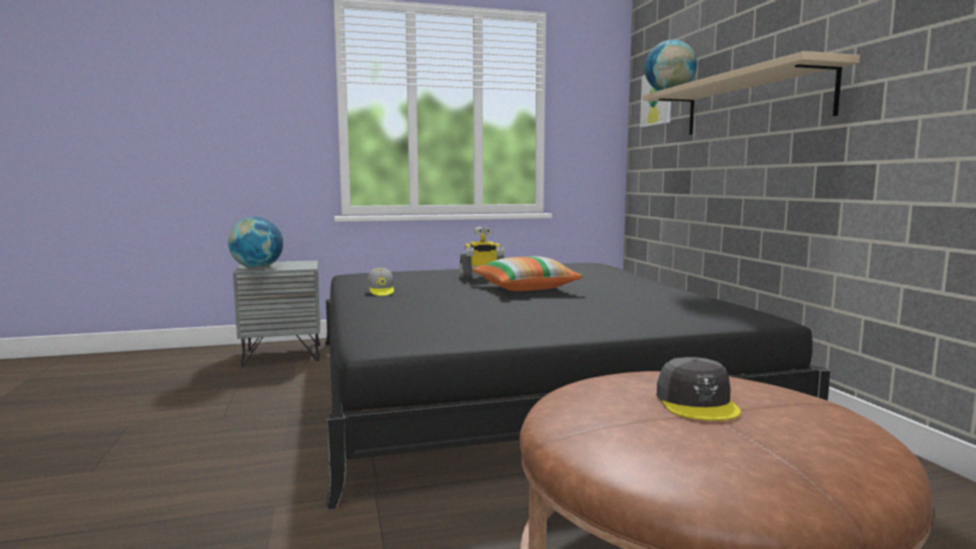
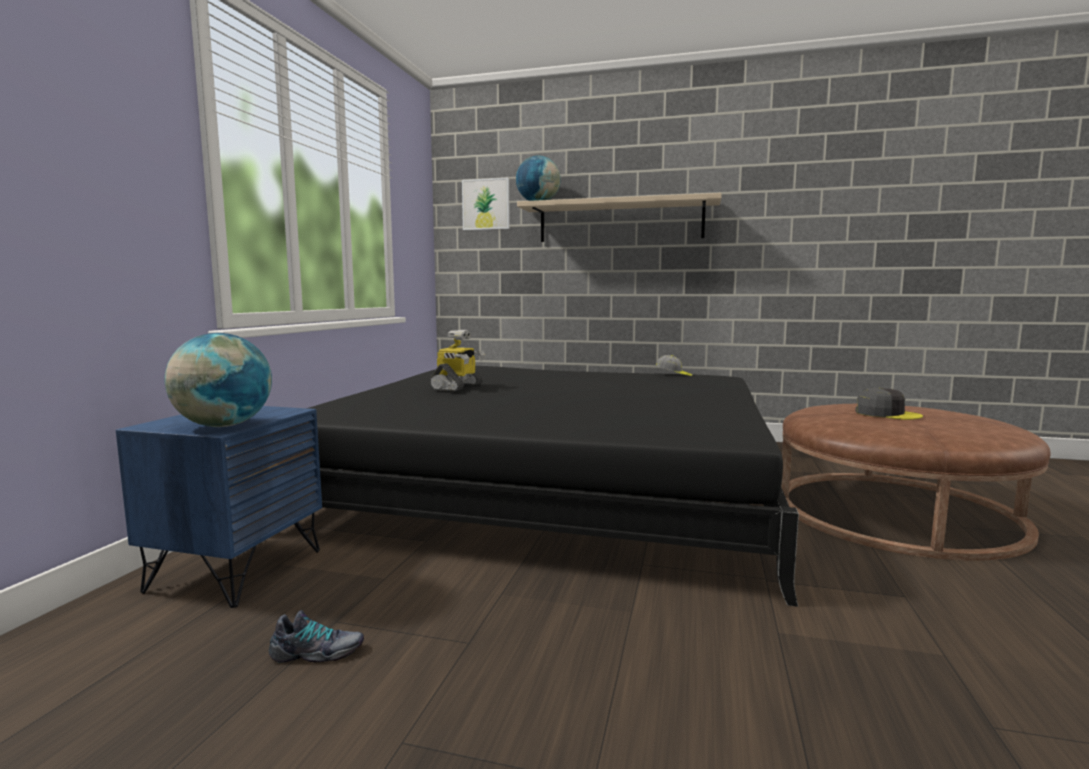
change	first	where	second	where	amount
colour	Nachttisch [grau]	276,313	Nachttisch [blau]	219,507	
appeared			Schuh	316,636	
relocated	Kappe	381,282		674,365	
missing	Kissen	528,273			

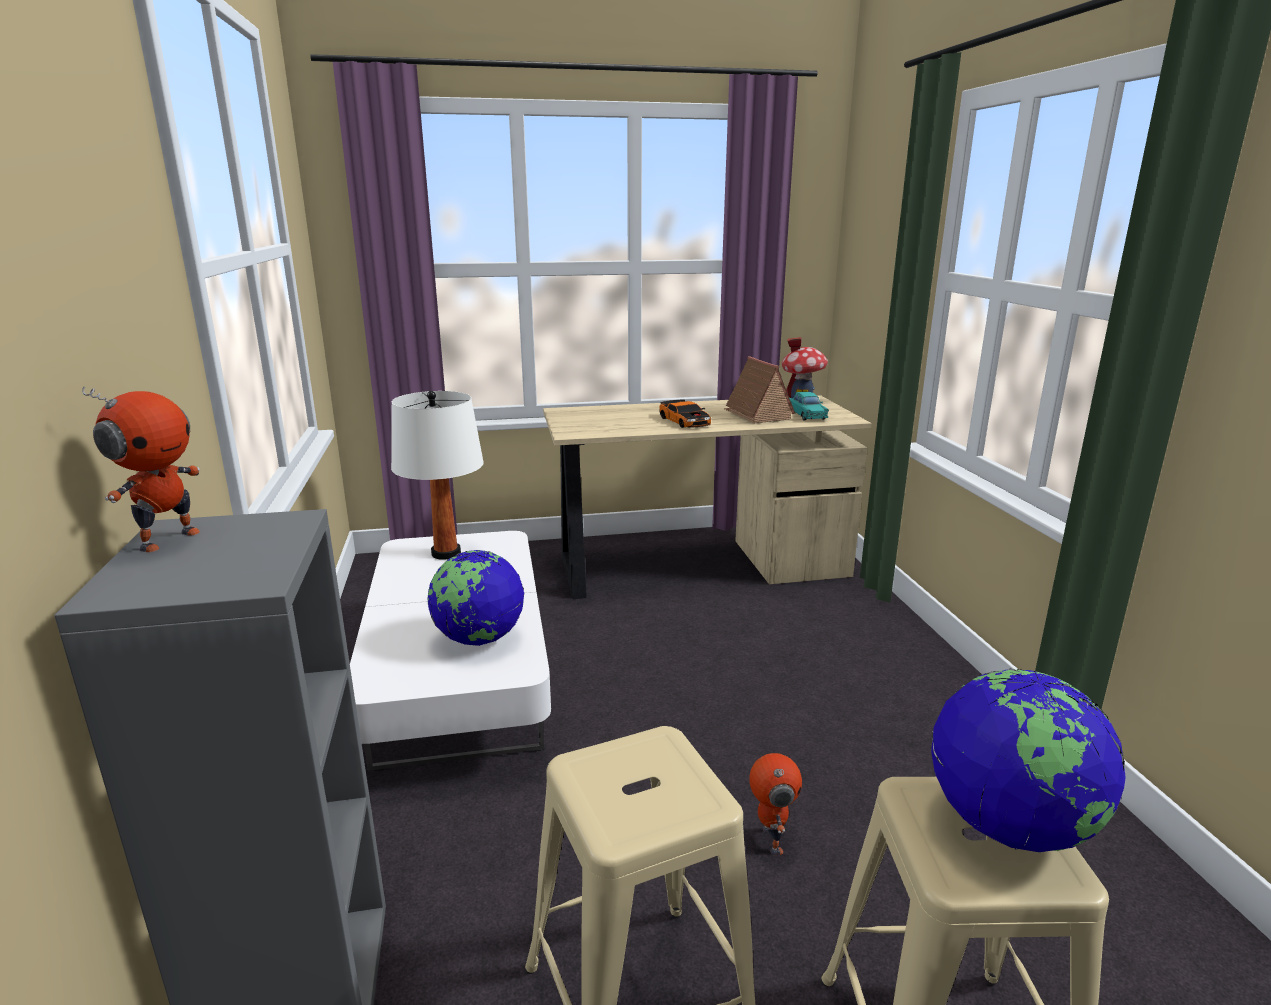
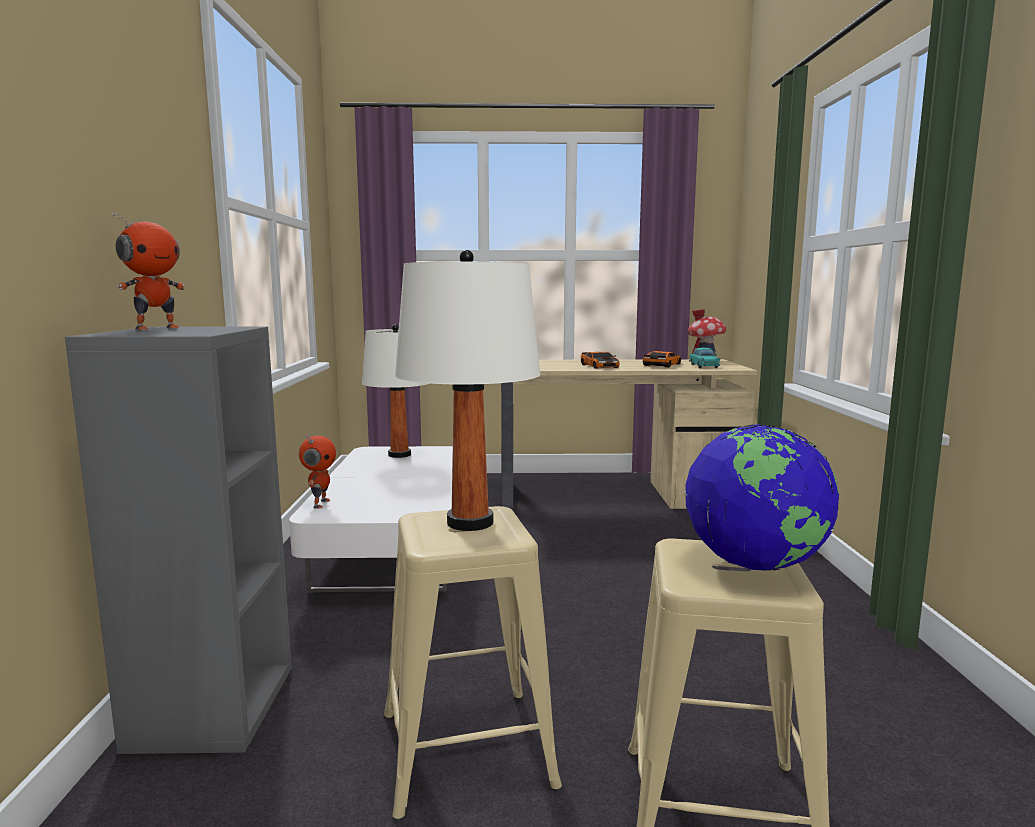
change	first	where	second	where	amount
relocated	Spielzeugroboter	775,804		317,471	
appeared			Tischlampe [weiß]	468,390	
exchanged	Spielzeughaus	759,389	Spielzeugauto	662,359	
missing	Globus	476,598			

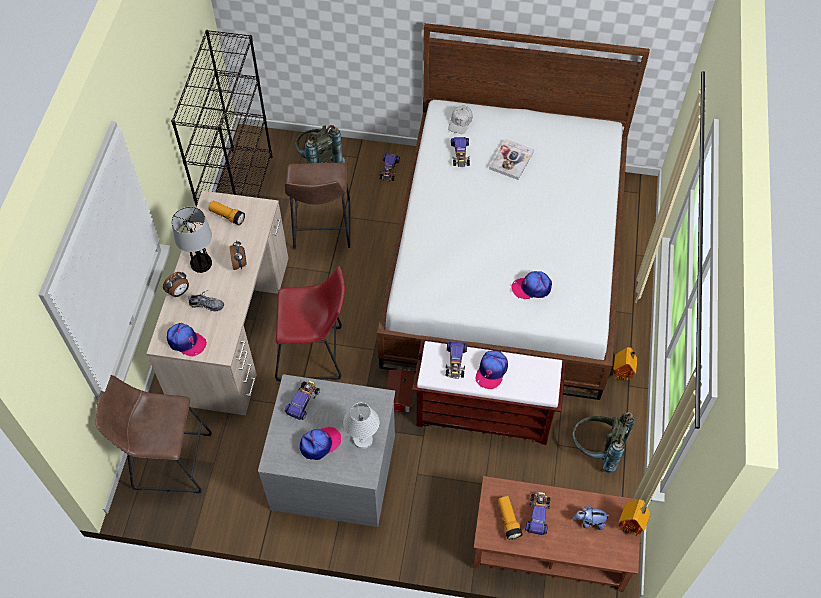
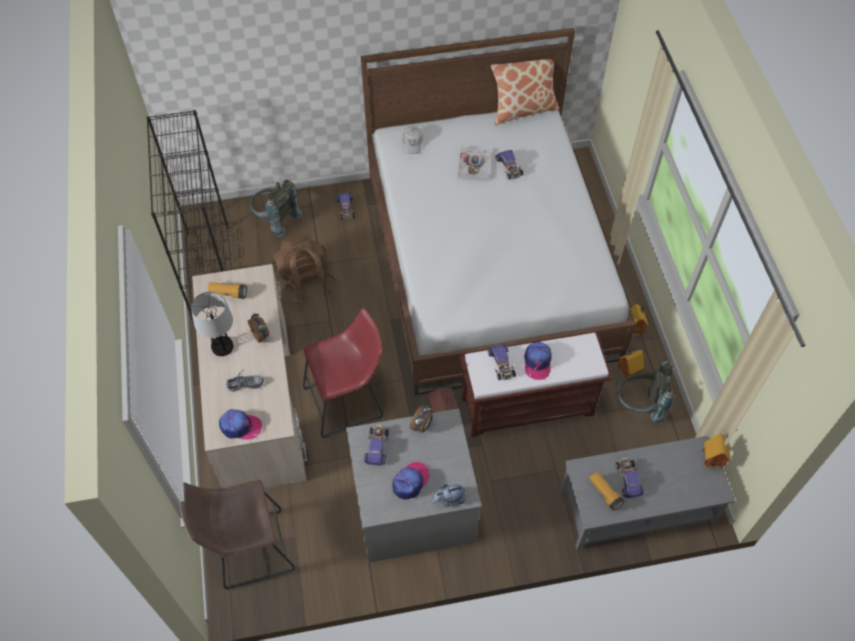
change	first	where	second	where	amount
exchanged	Hocker [braun]	317,206	Rucksack [braun]	304,269	
relocated	Wecker	176,284		421,418	
relocated	Plüschtier	591,518		450,495	
appeared			Kissen	525,92	
relocated	Spielzeugauto	460,152		509,165	
colour	Couchtisch [braun]	556,534	Couchtisch [grau]	647,493	
appeared			Spielzeughaus	630,364	
missing	Tischlampe [weiß]	361,426			
missing	Kappe	531,285			

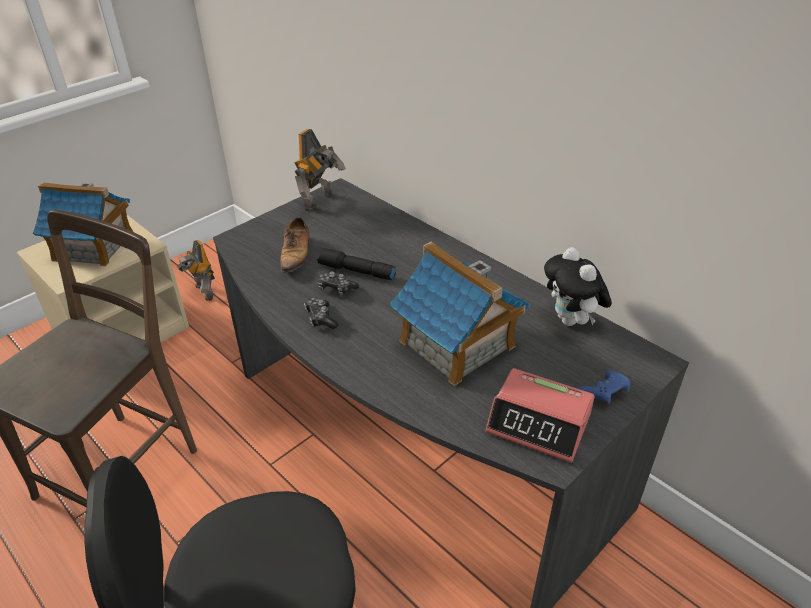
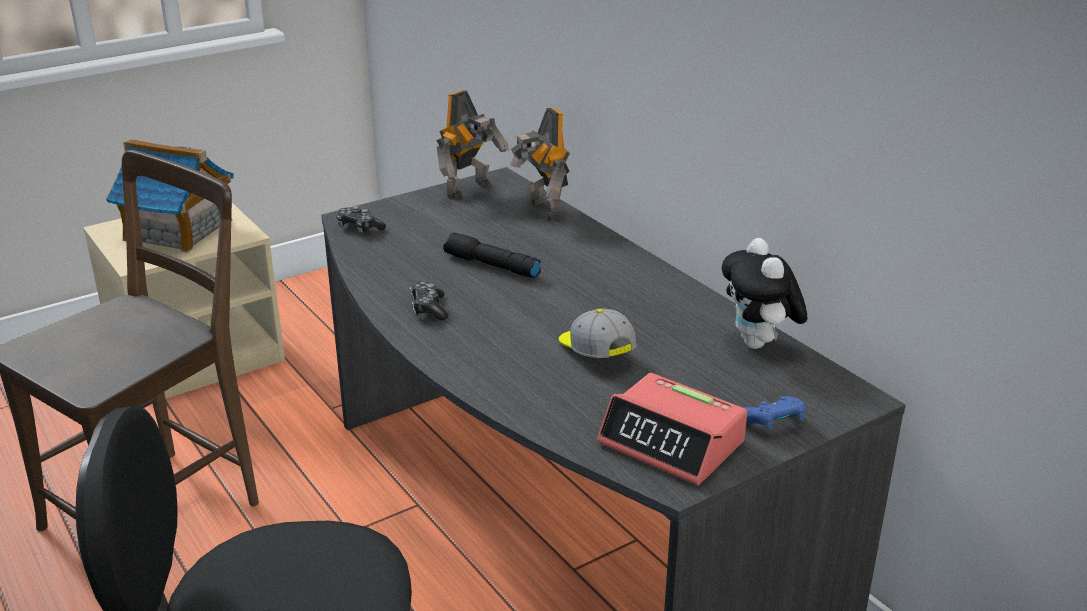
change	first	where	second	where	amount
relocated	Gamepad	338,283		361,219	
relocated	Spielzeugroboter	196,270		540,164	
exchanged	Spielzeughaus	459,314	Kappe	598,333	
missing	Schuh	295,245			

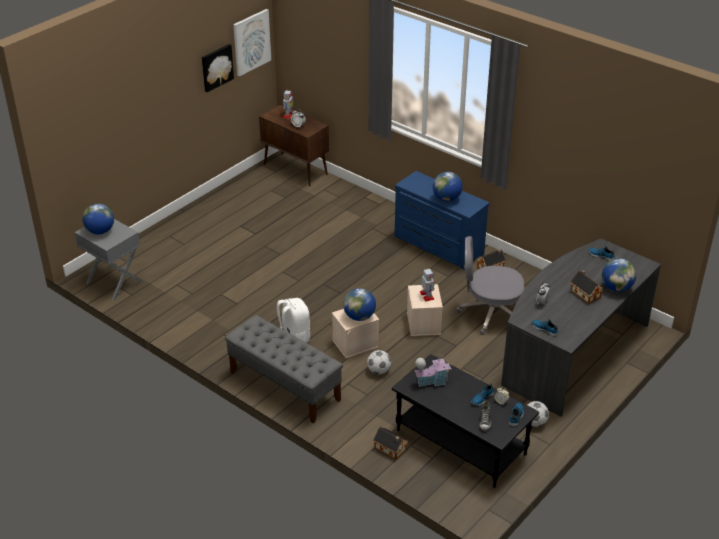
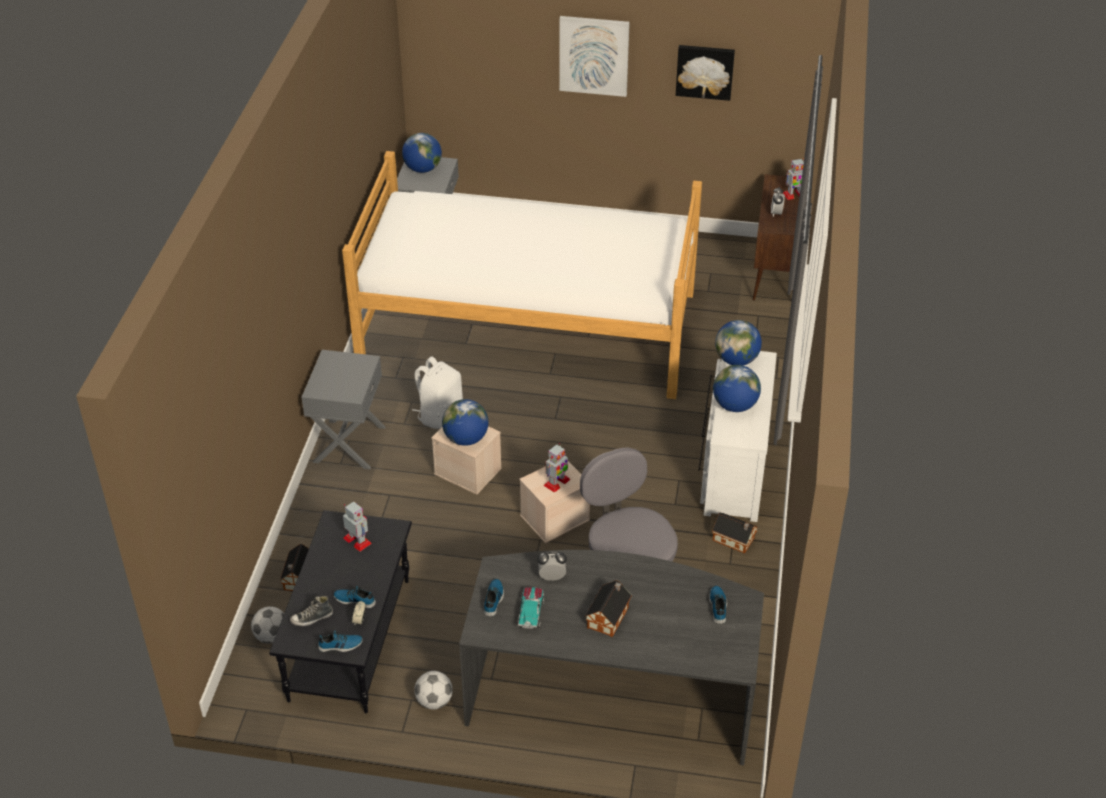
change	first	where	second	where	amount
relocated	Fußball	379,362		267,625	
exchanged	Bank [grau]	284,369	Nachttisch [grau]	343,410	
appeared			Bett	522,275	
exchanged	Spielzeughaus	432,370	Spielzeugroboter	357,526	
appeared			Spielzeugauto	530,608	
relocated	Bild	252,42		594,56	
colour	Kommode [blau]	442,220	Kommode [weiß]	737,436	
relocated	Globus	619,275		738,342	

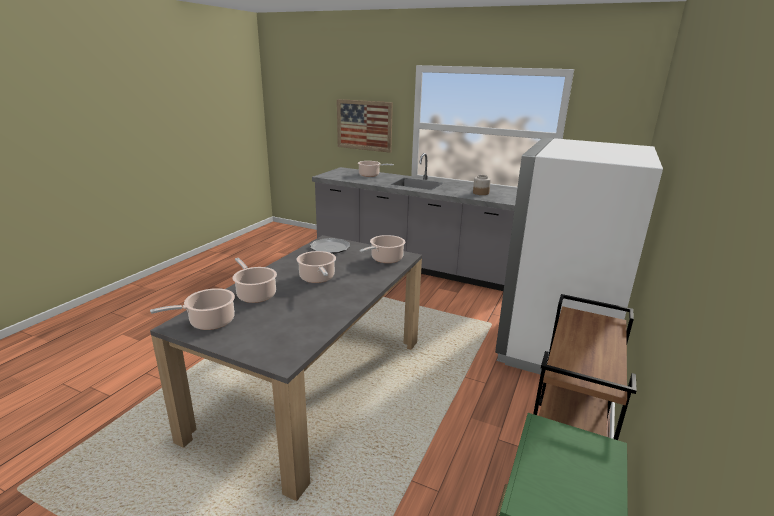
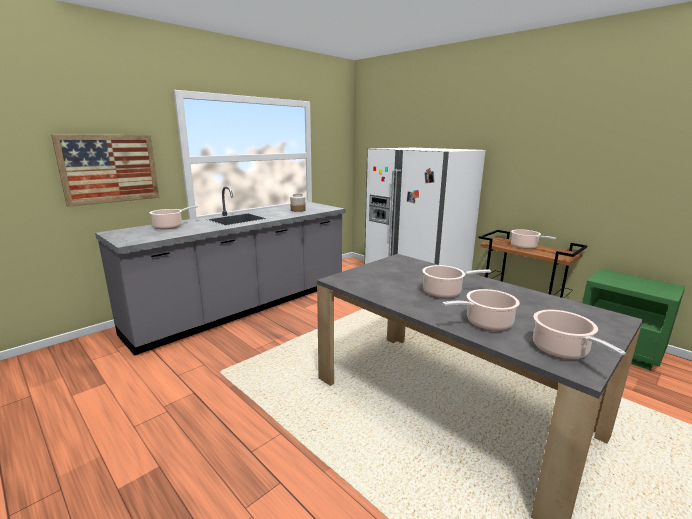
change	first	where	second	where	amount
relocated	Kochtopf	382,249		533,239	
missing	Teller	330,246			

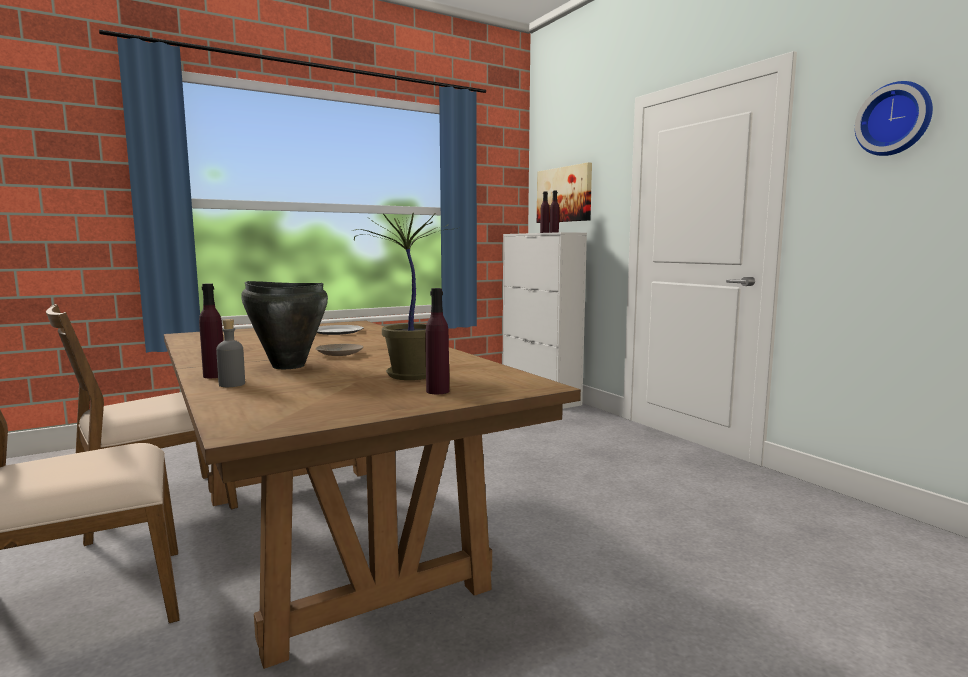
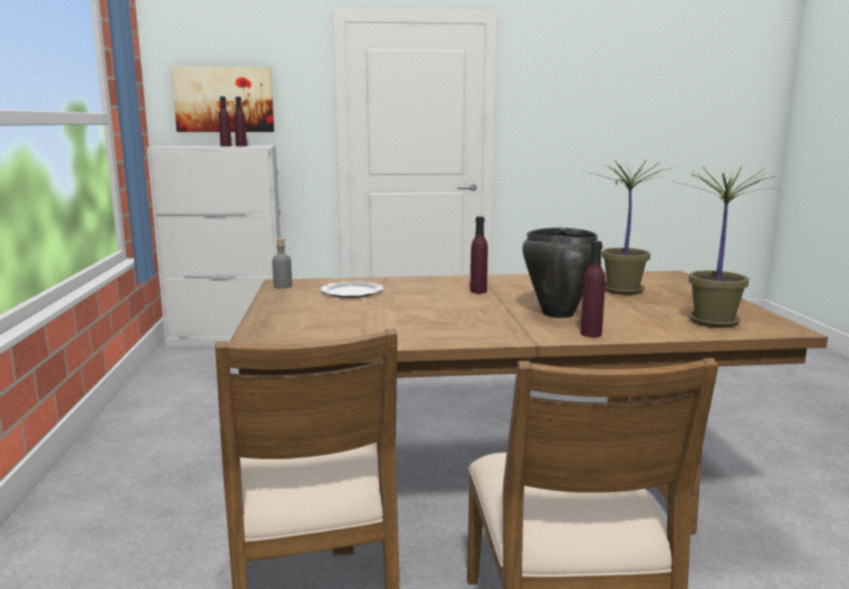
change	first	where	second	where	amount
relocated	Flasche [grau]	230,353		282,263	
relocated	Flasche [lila]	437,341		479,254	
appeared			Topfpflanze	724,247	
missing	Teller [beige]	339,350			
missing	Wanduhr	894,118			

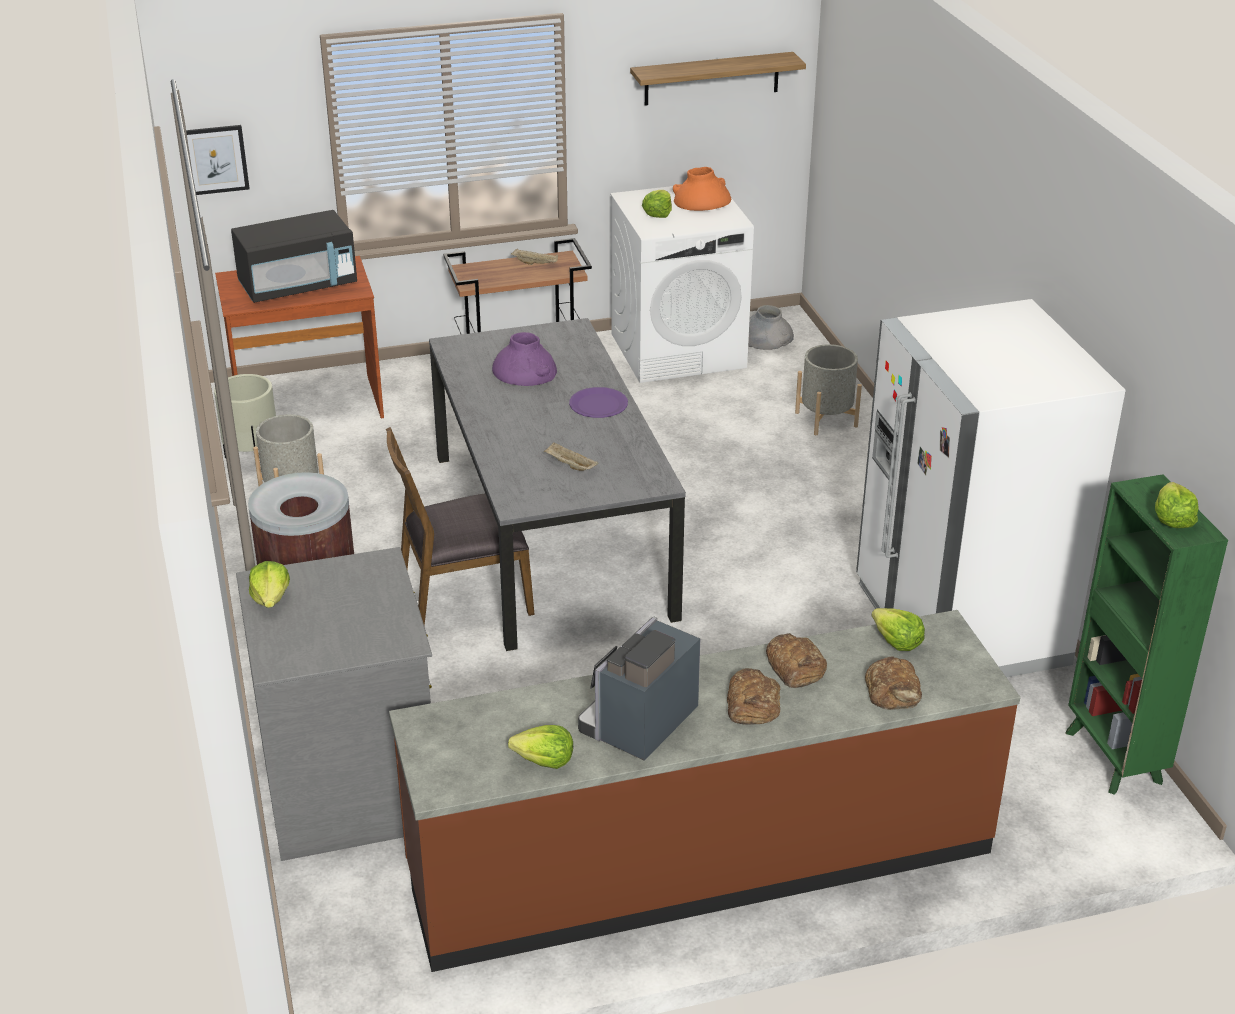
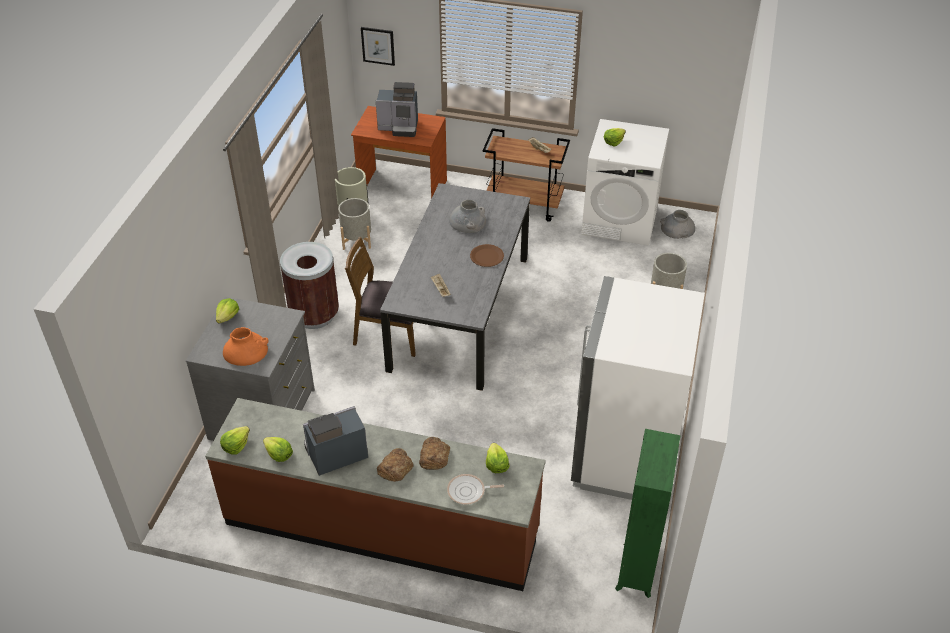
change	first	where	second	where	amount
relocated	Salatkopf	1176,505		235,440	
relocated	Vase [orange]	702,189		246,346	
exchanged	Mikrowelle [schwarz]	294,256	Kaffeemaschine	397,109	
exchanged	Brot	893,683	Pfanne	475,489	
colour	Vase [lila]	524,359	Vase [grau]	467,216	
colour	Teller [lila]	598,402	Teller [braun]	487,255	
missing	Wandregal	718,79			

